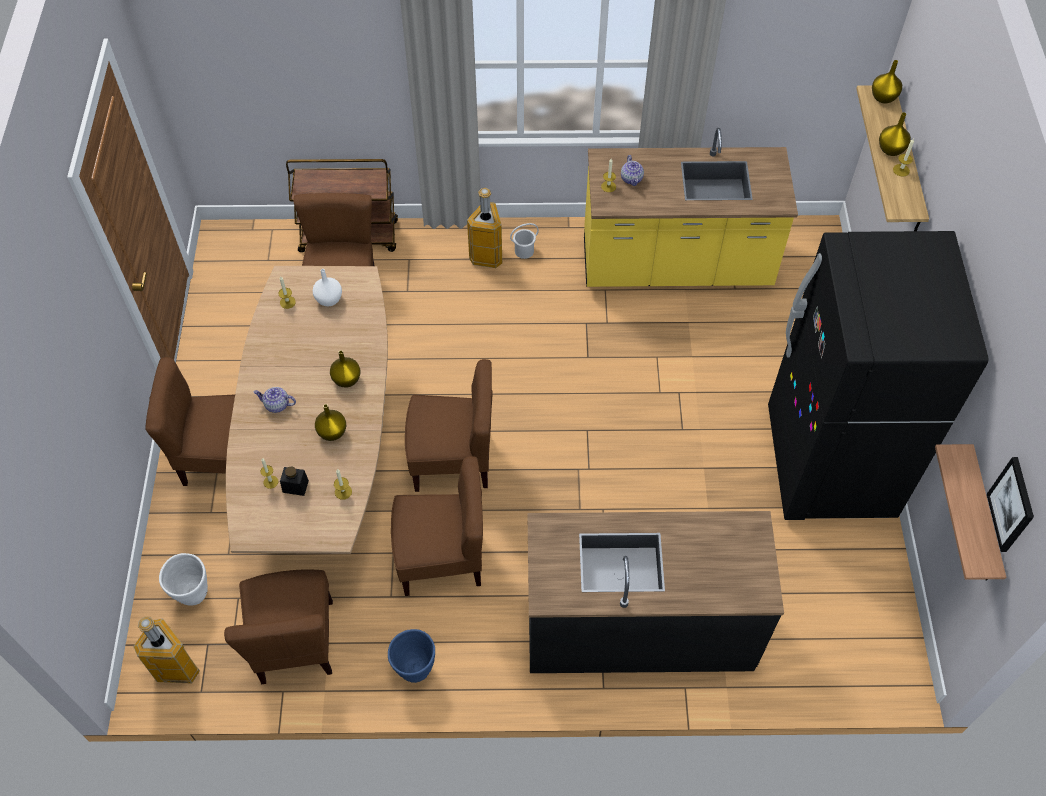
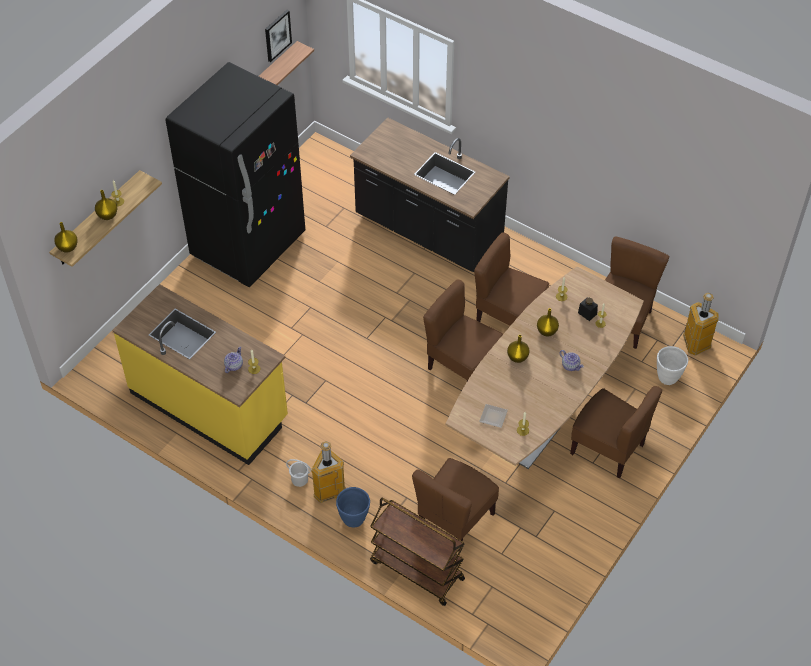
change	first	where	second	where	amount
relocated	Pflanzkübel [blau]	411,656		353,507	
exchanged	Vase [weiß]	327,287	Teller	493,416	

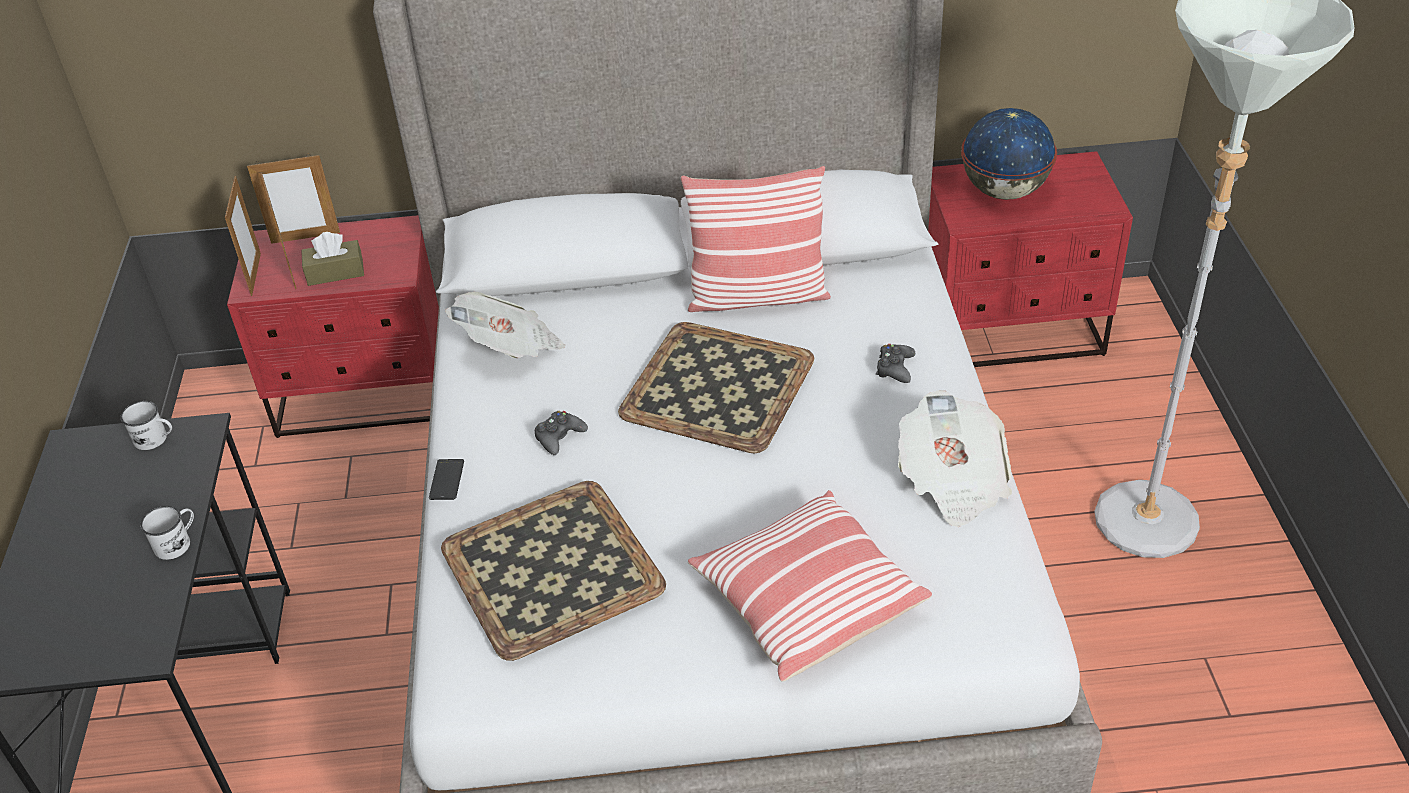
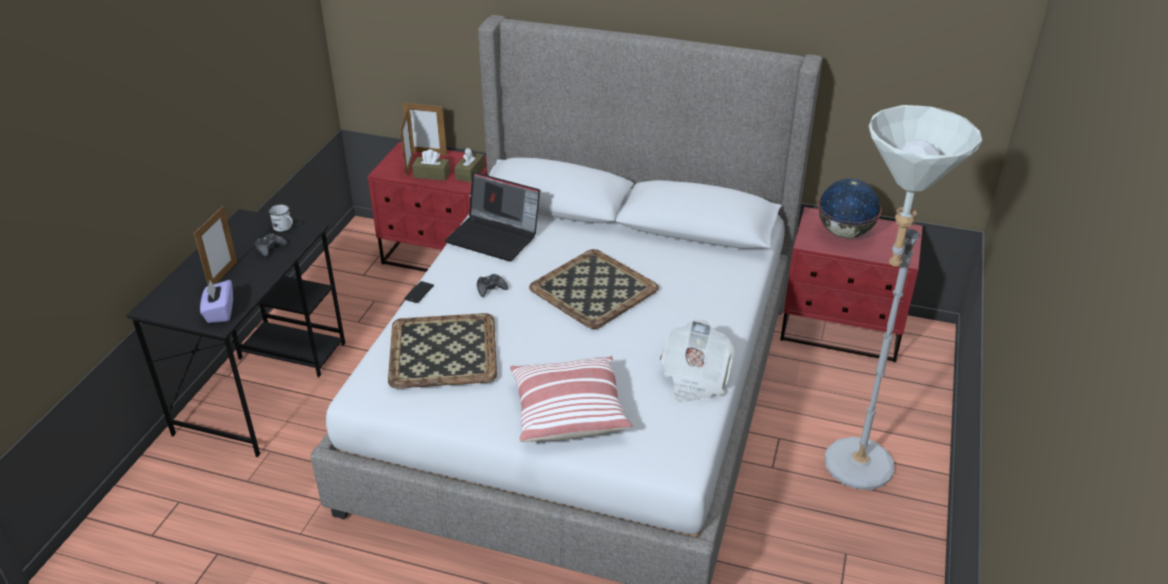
change	first	where	second	where	amount
relocated	Bilderrahmen	243,236		215,245	
appeared			Taschentuchbox [lila]	216,301	
relocated	Gamepad [schwarz]	895,363		271,245	
exchanged	Zeitung	505,325	Laptop	492,217	
appeared			Taschentuchbox [braun]	469,165	
missing	Henkelbecher [weiß]	167,533			
missing	Kissen	756,239			

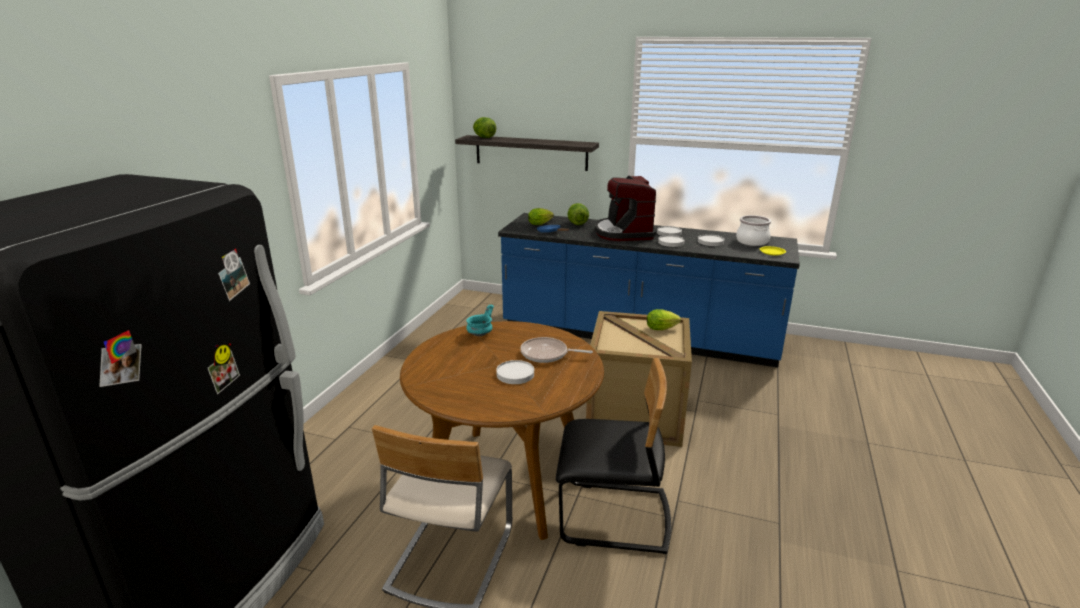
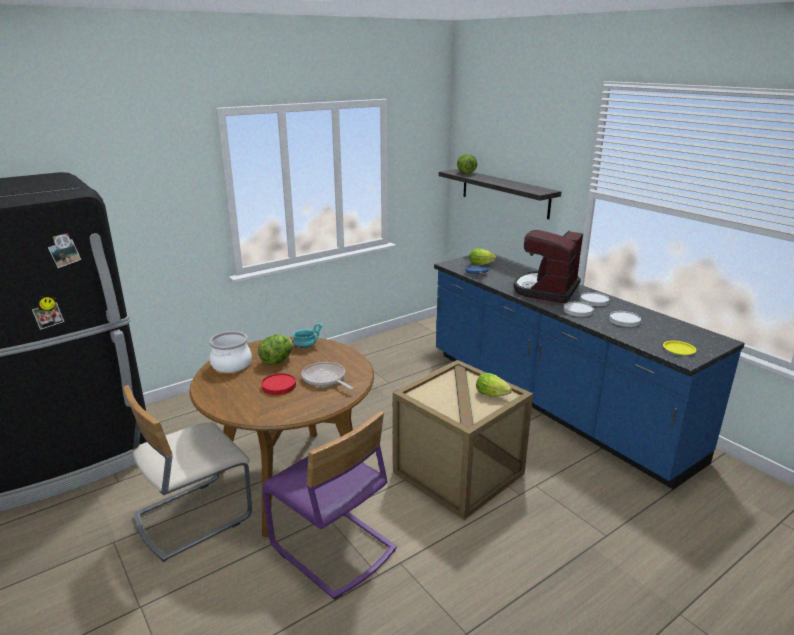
change	first	where	second	where	amount
relocated	Kochtopf	753,230		230,352	
relocated	Salatkopf	578,214		275,349	
colour	Teller [weiß]	515,372	Teller [rot]	278,384	
colour	Stuhl [schwarz]	613,456	Stuhl [lila]	329,505	

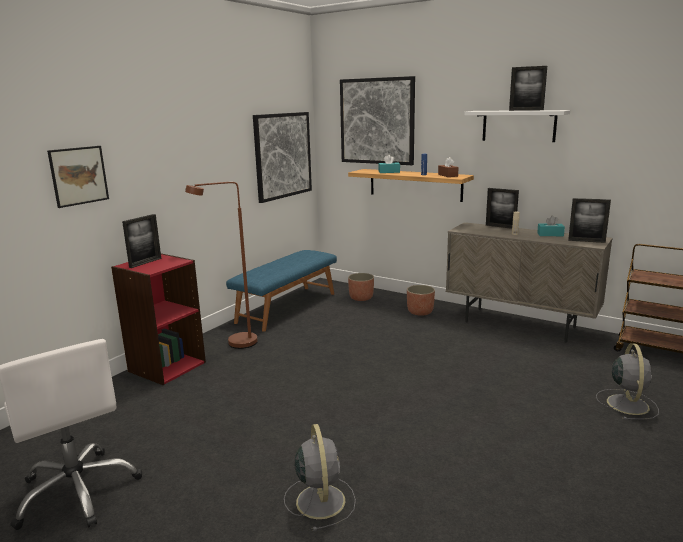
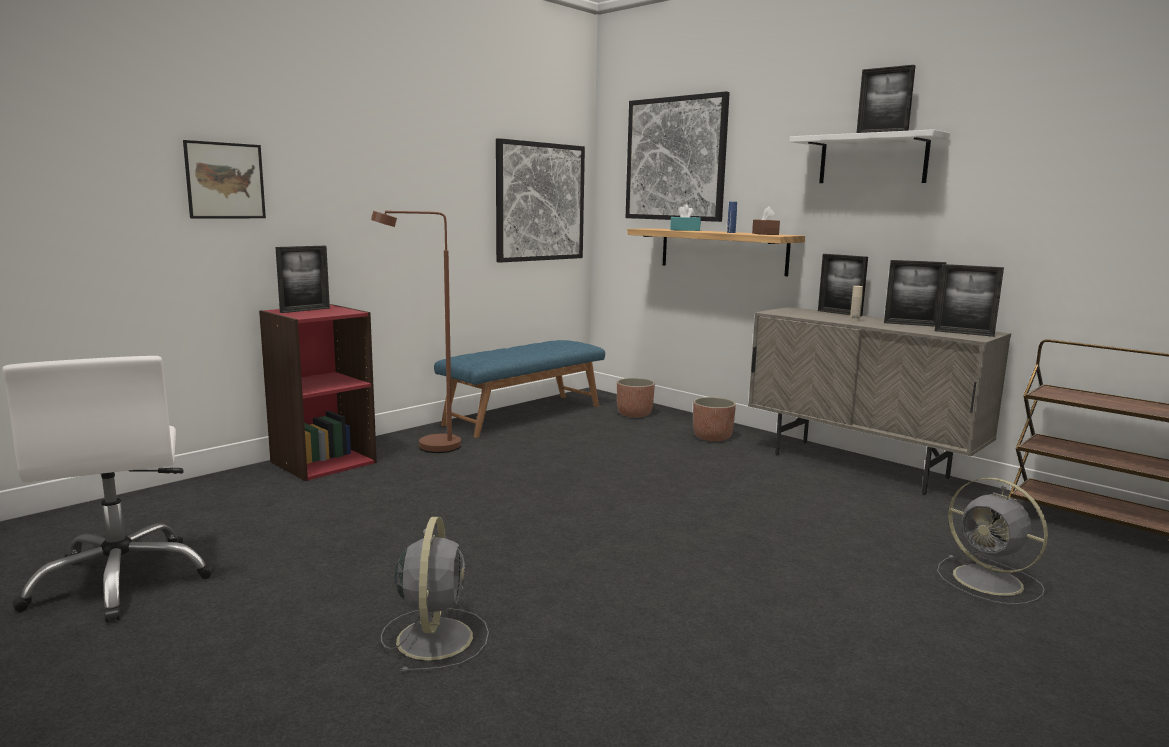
change	first	where	second	where	amount
exchanged	Taschentuchbox [türkis]	551,225	Bilderrahmen	915,293	
spun	Ventilator [grau]	627,381		992,541	120 degrees clockwise

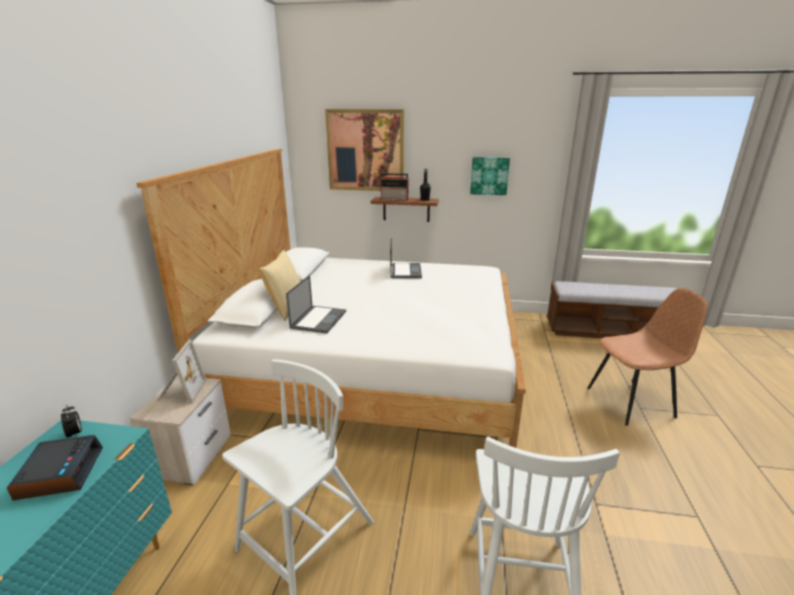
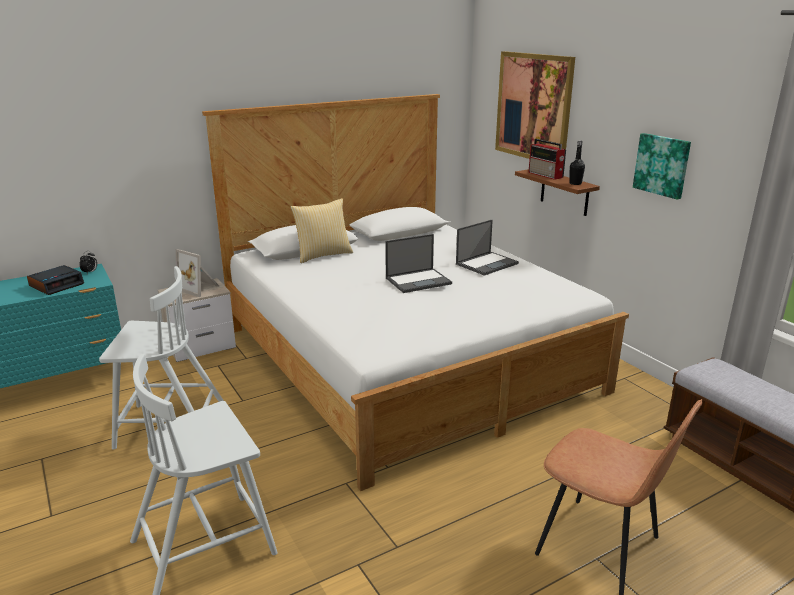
change	first	where	second	where	amount
spun	Bilderrahmen	182,372		197,273	75 degrees clockwise
relocated	Laptop	316,304		418,263	

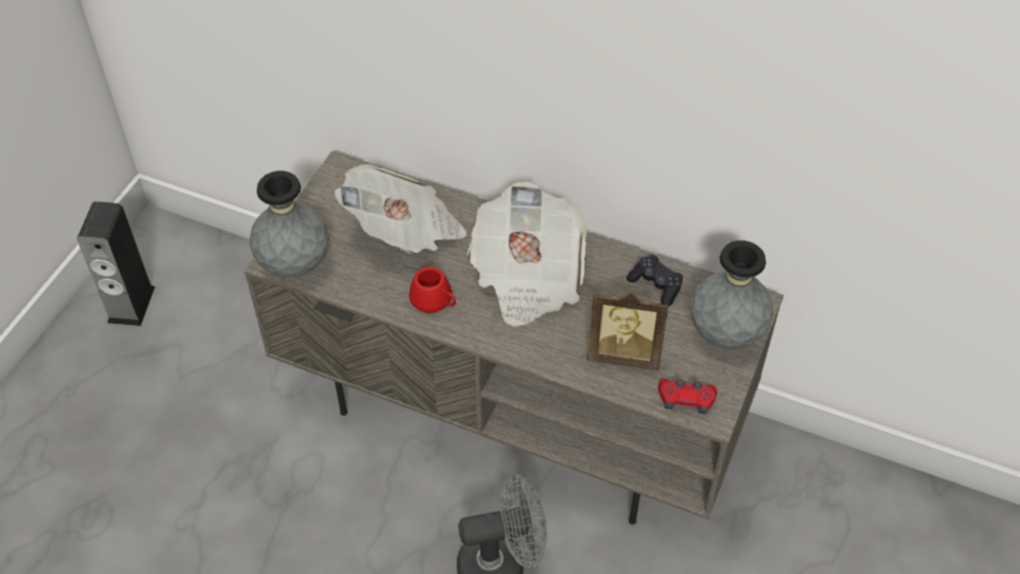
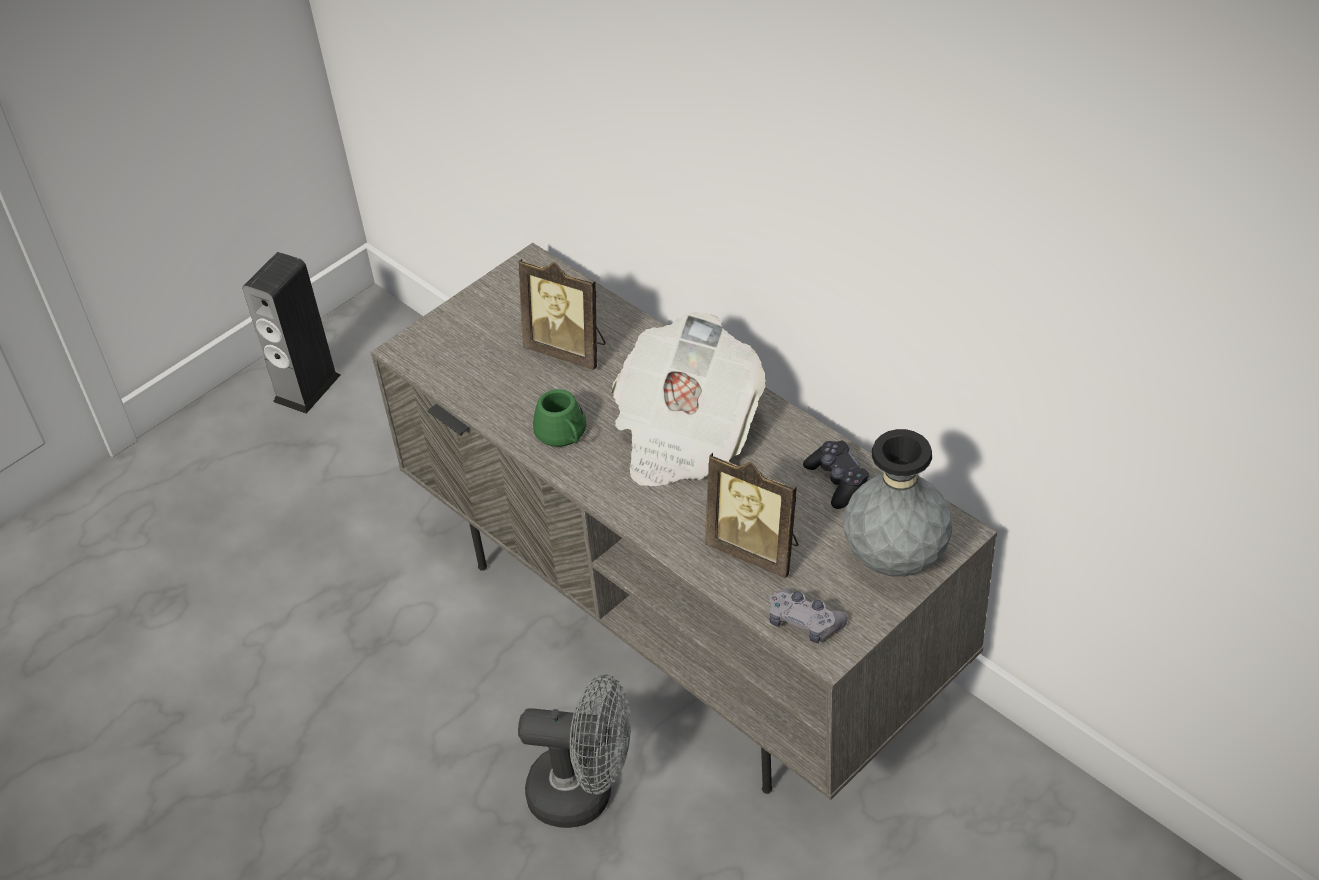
change	first	where	second	where	amount
exchanged	Zeitung	400,209	Bilderrahmen	562,314	
colour	Henkelbecher [rot]	432,290	Henkelbecher [grün]	560,418	
colour	Gamepad [rot]	687,396	Gamepad [grau]	809,616	
missing	Vase [grau]	289,224			

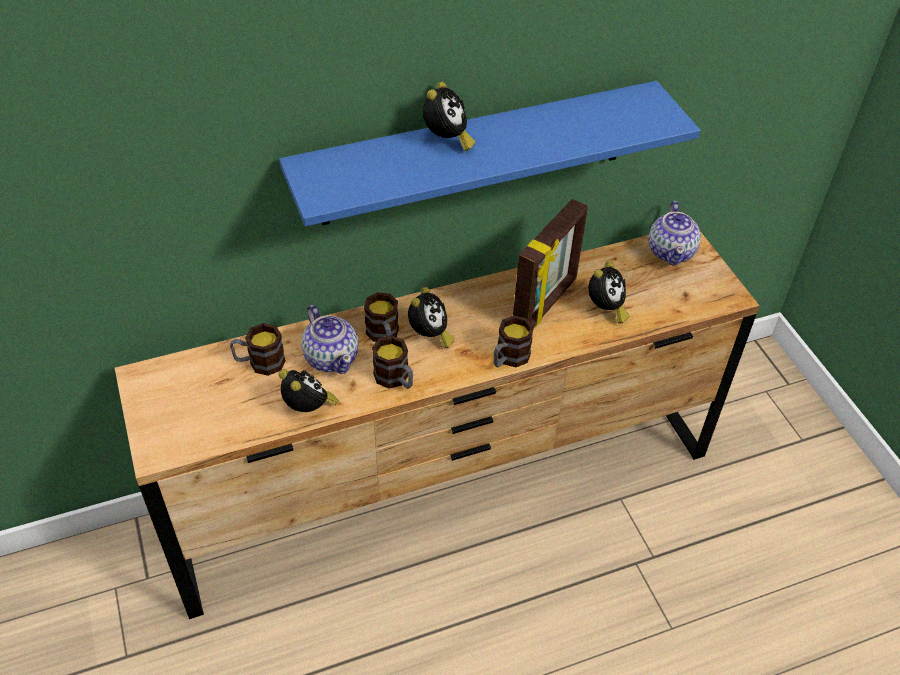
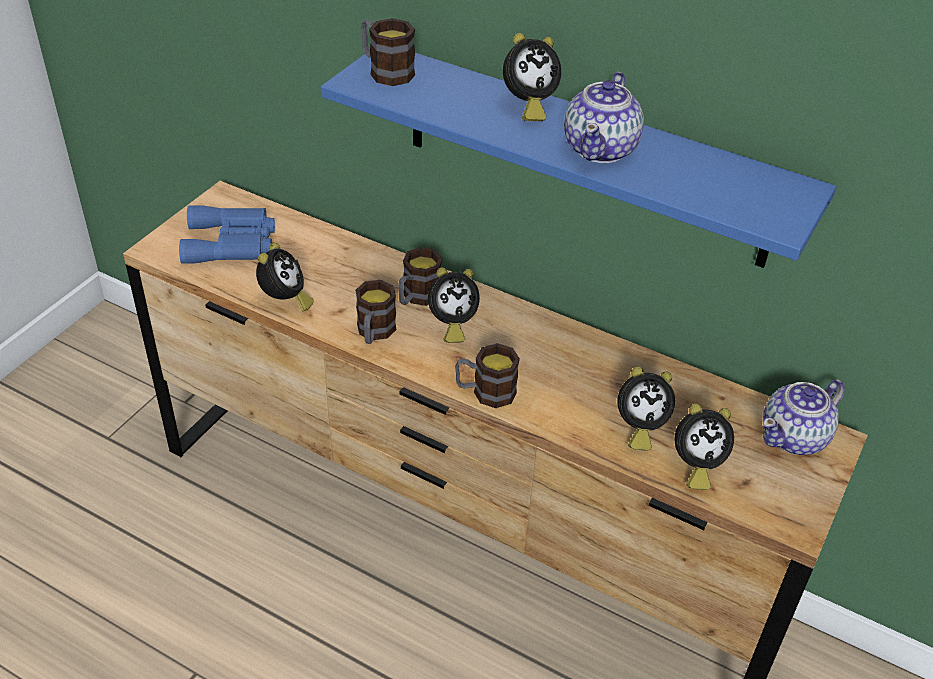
change	first	where	second	where	amount
appeared			Fernglas [blau]	227,234	
relocated	Henkelbecher	258,349		388,52	
relocated	Teekanne	330,339		604,117	
appeared			Wecker	704,446	
missing	Bilderrahmen	550,263			

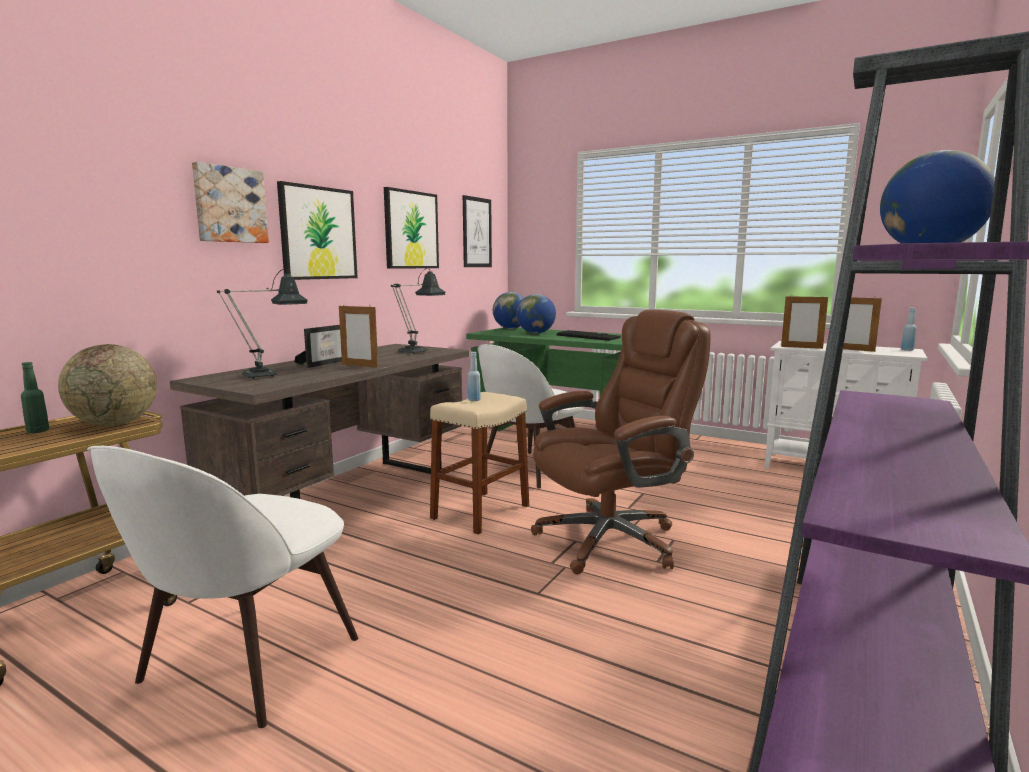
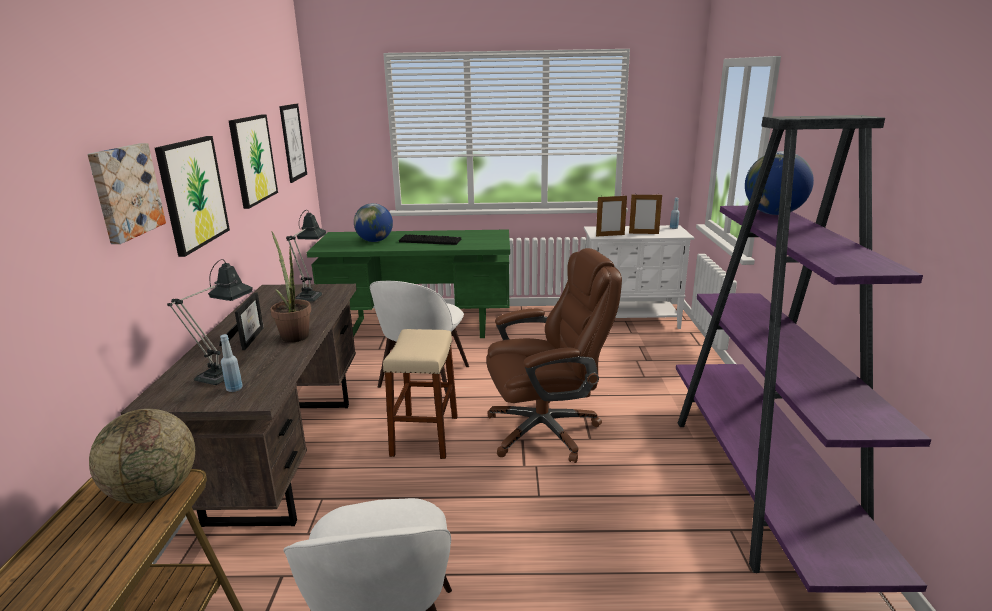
change	first	where	second	where	amount
relocated	Flasche [blau]	474,376		231,363	
exchanged	Bilderrahmen	358,336	Topfpflanze	290,287	
spun	Bürostuhl [braun]	621,442		554,355	45 degrees clockwise
missing	Flasche [grün]	35,397			
missing	Globus	508,310			

